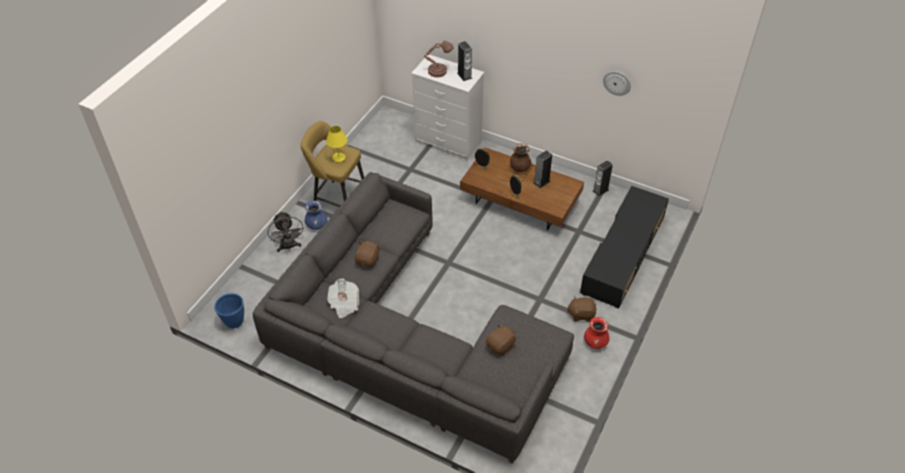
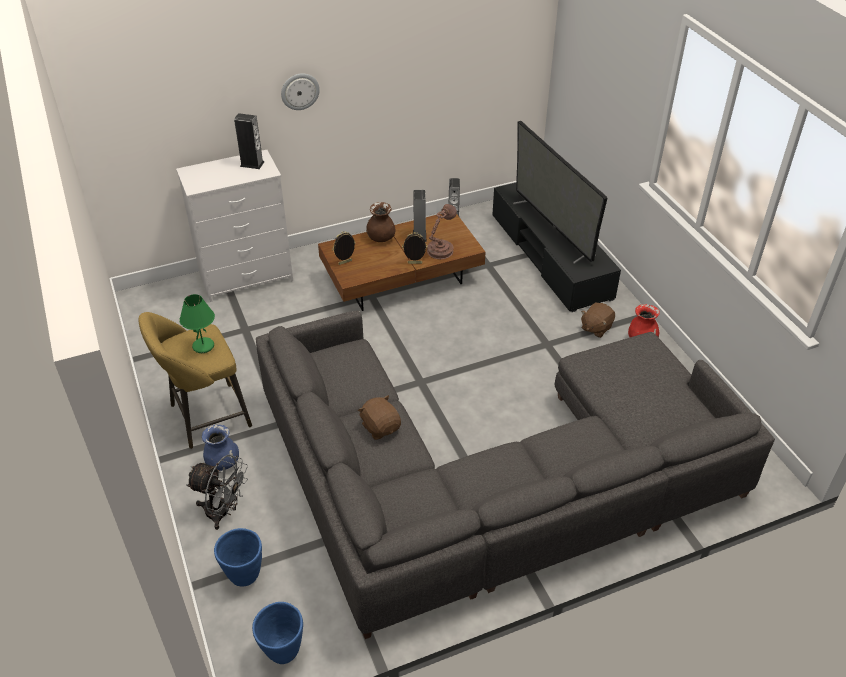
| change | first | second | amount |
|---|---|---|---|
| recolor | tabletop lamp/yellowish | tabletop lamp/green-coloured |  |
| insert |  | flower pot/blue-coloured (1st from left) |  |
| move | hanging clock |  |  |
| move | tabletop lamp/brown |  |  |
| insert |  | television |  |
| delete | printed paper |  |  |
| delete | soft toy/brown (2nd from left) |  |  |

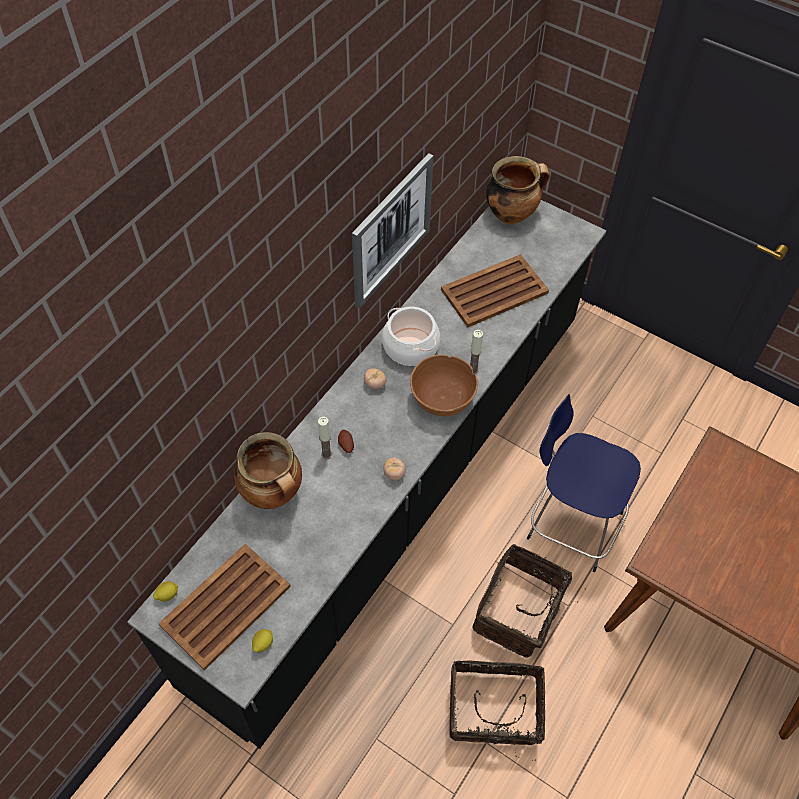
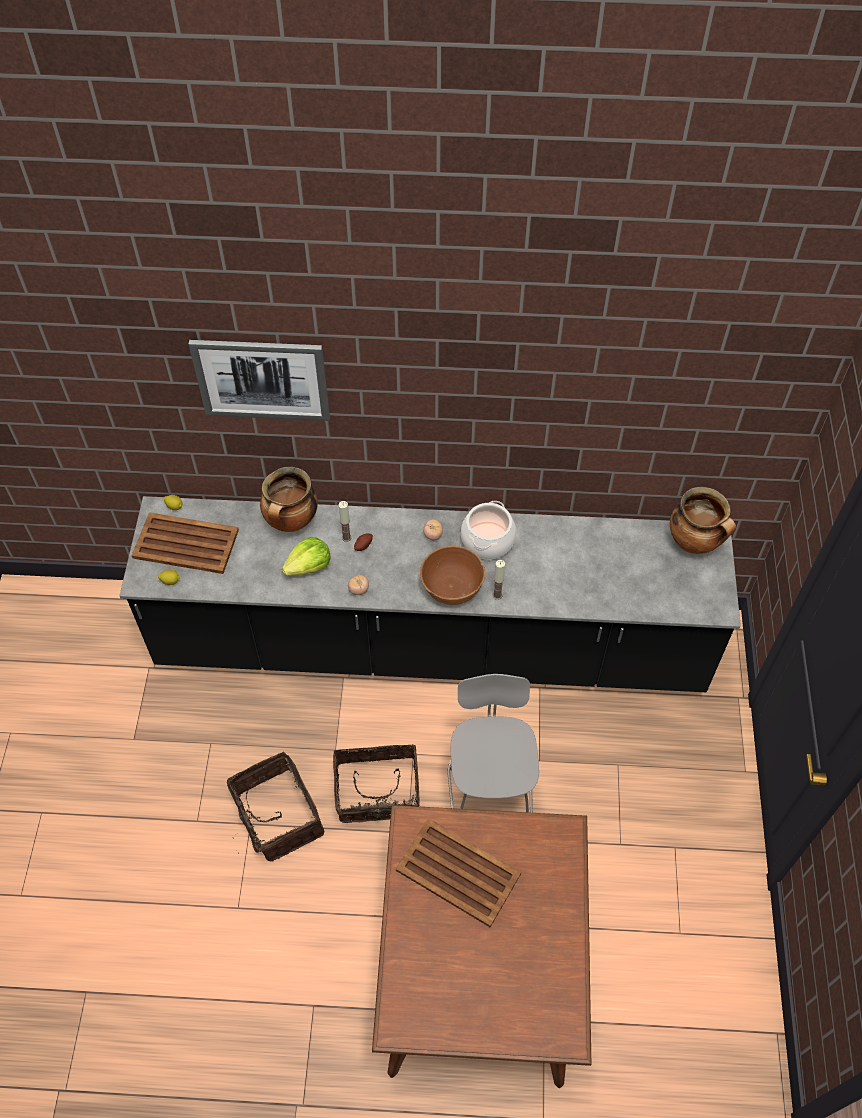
| change | first | second | amount |
|---|---|---|---|
| move | wall picture |  |  |
| insert |  | lettuce head |  |
| move | serving tray/brown (2nd from left) |  |  |
| recolor | stool/blue-coloured | stool/grey |  |

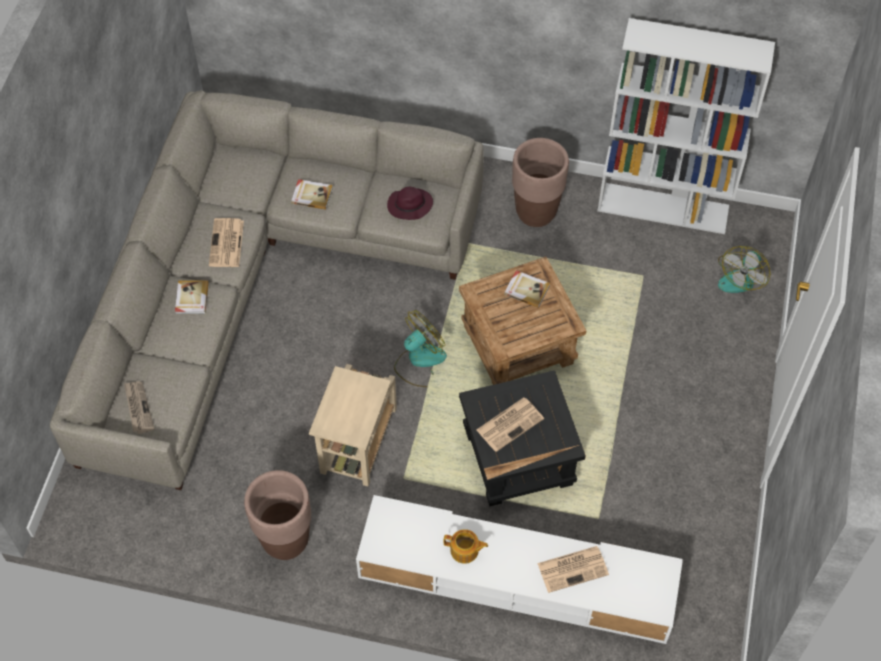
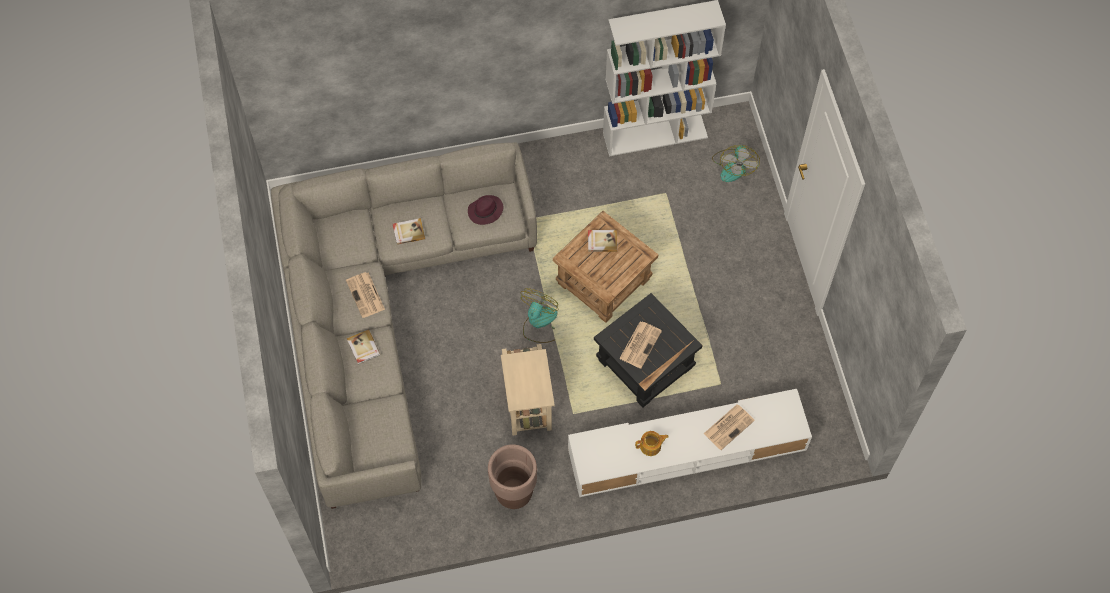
| change | first | second | amount |
|---|---|---|---|
| delete | printed paper (1st from left) |  |  |
| delete | flower pot/brown (2nd from left) |  |  |

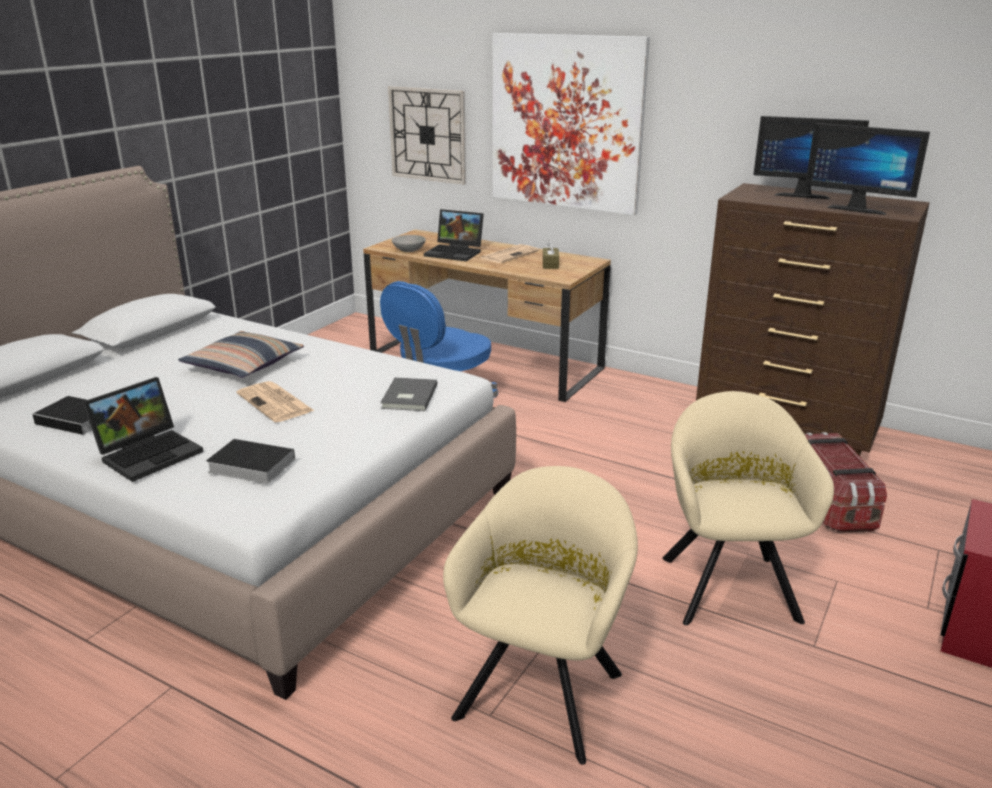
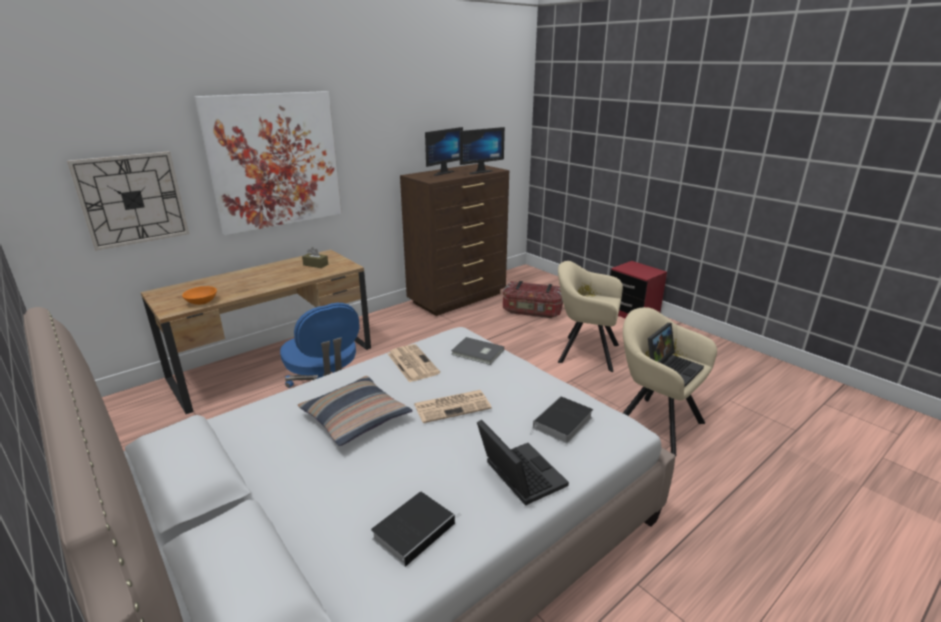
| change | first | second | amount |
|---|---|---|---|
| recolor | bowl/grey | bowl/orange-coloured |  |
| move | printed paper (2nd from left in the first image) | printed paper (1st from left) |  |
| move | laptop (2nd from left) |  |  |

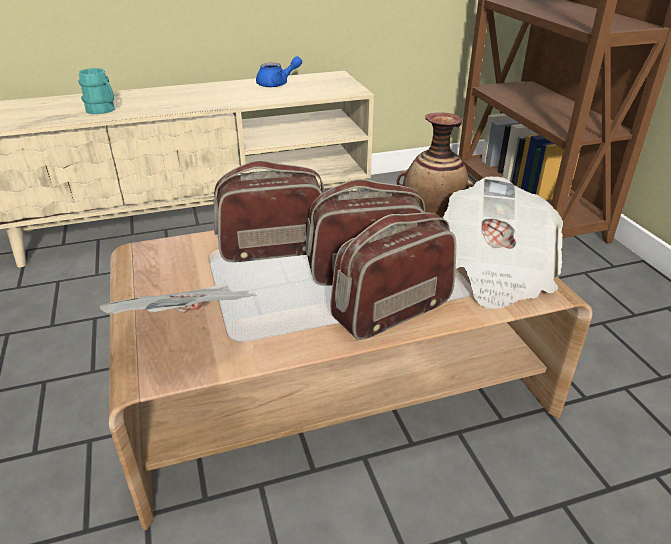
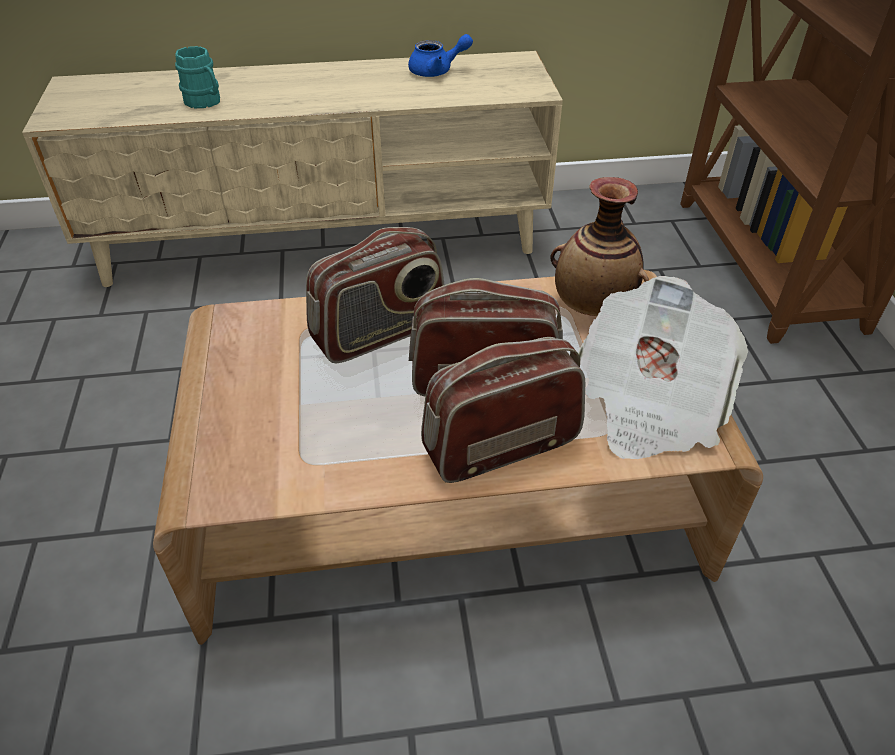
| change | first | second | amount |
|---|---|---|---|
| rotate | radio set (1st from left) |  | 150 degrees clockwise |
| delete | printed paper (1st from left) |  |  |

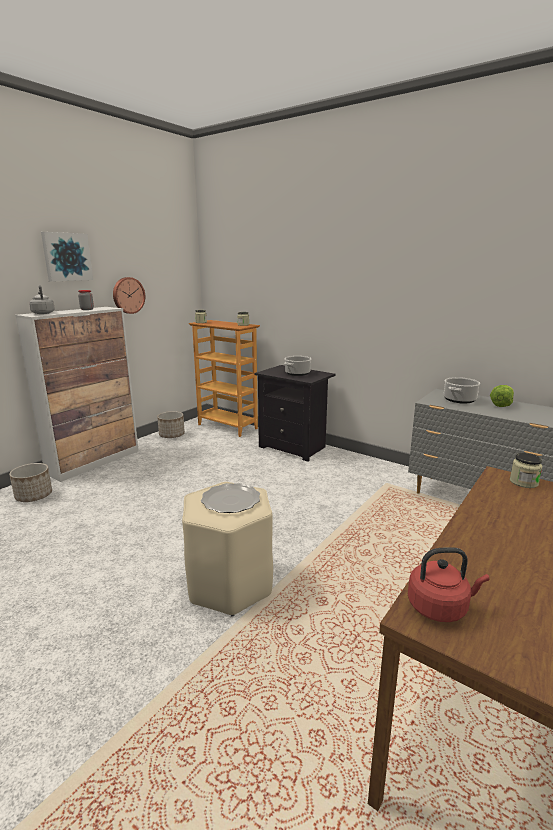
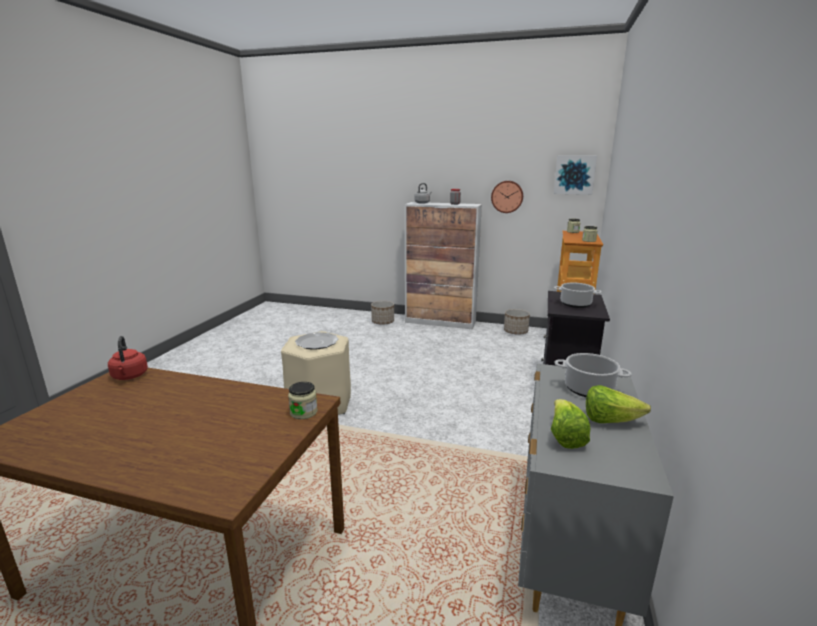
| change | first | second | amount |
|---|---|---|---|
| insert |  | lettuce head (1st from left) |  |
| move | wall picture |  |  |

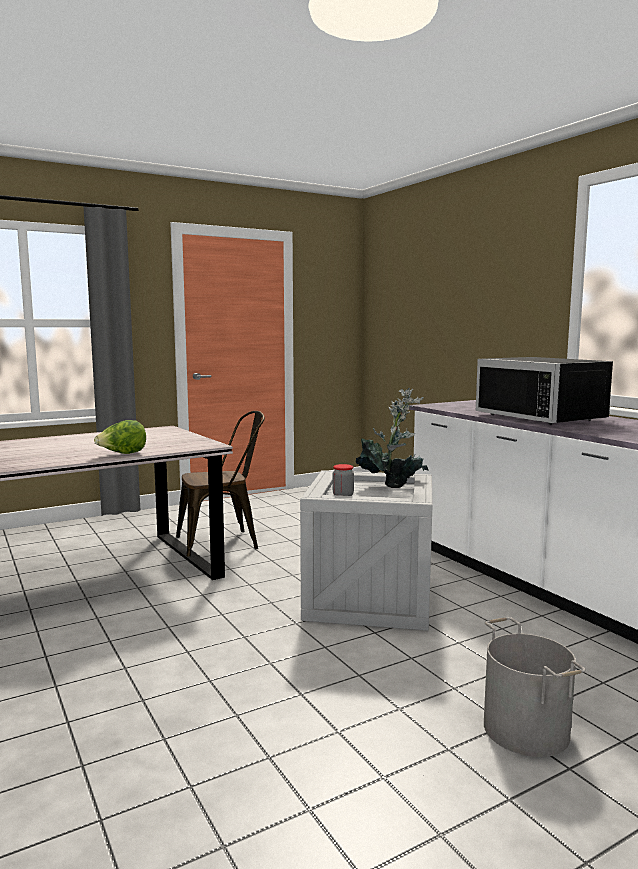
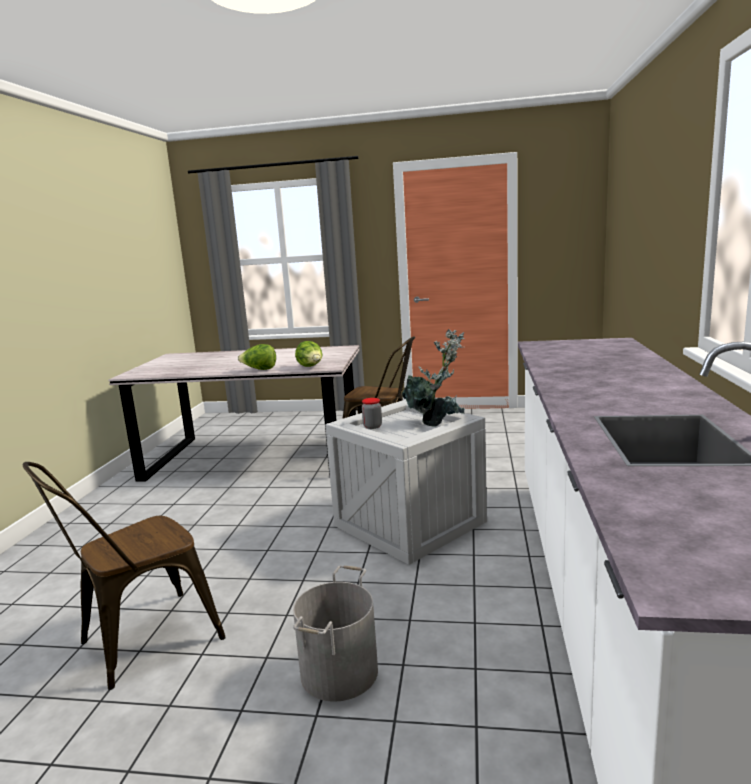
| change | first | second | amount |
|---|---|---|---|
| insert |  | chair/brown (1st from left) |  |
| insert |  | lettuce head (2nd from left) |  |
| delete | kitchen microwave/black-coloured |  |  |

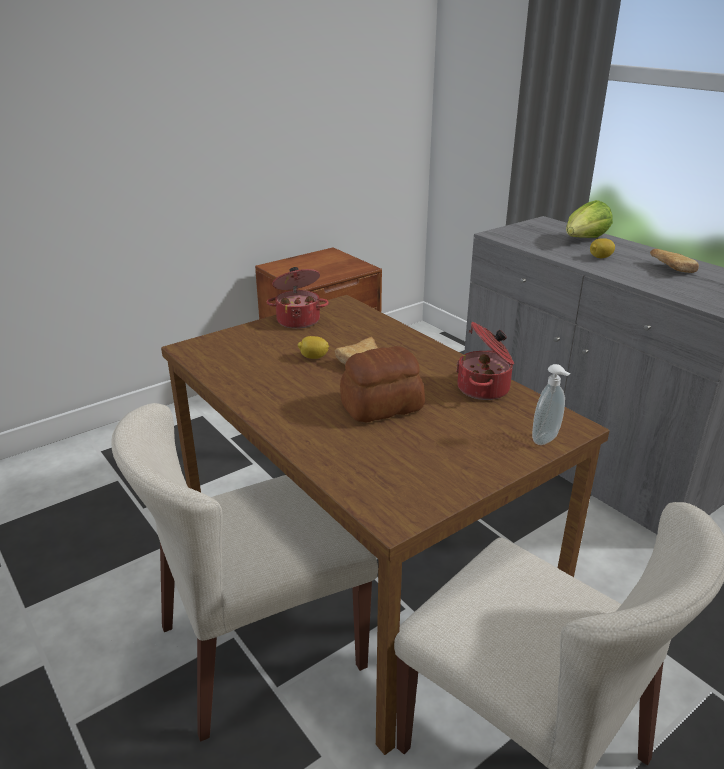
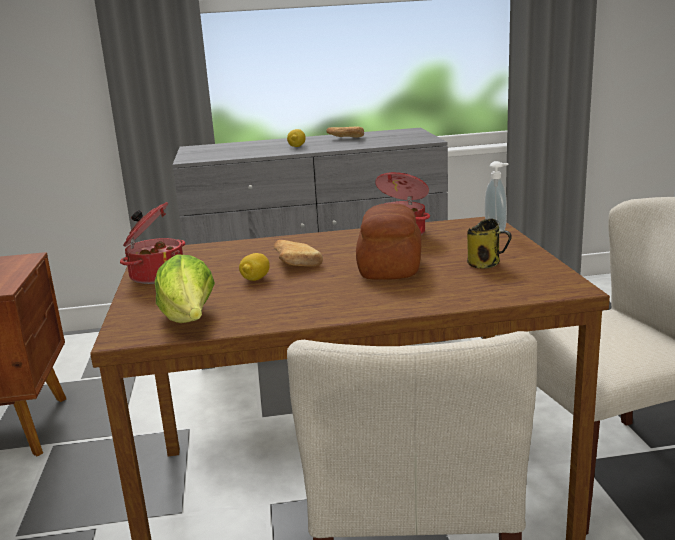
| change | first | second | amount |
|---|---|---|---|
| move | lettuce head |  |  |
| insert |  | mug |  |

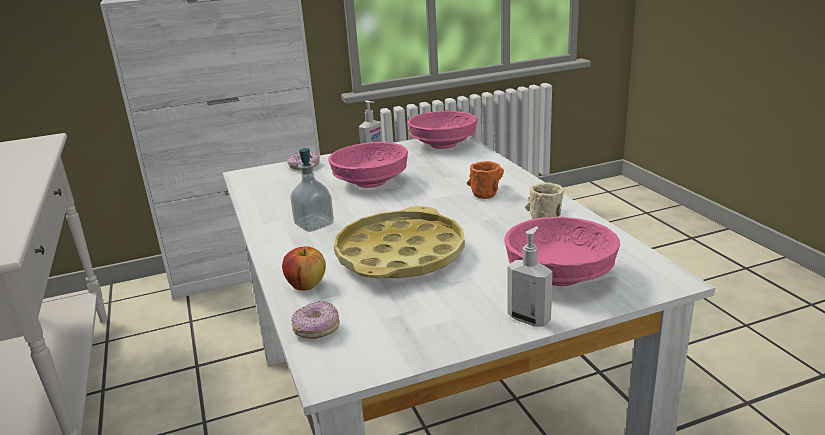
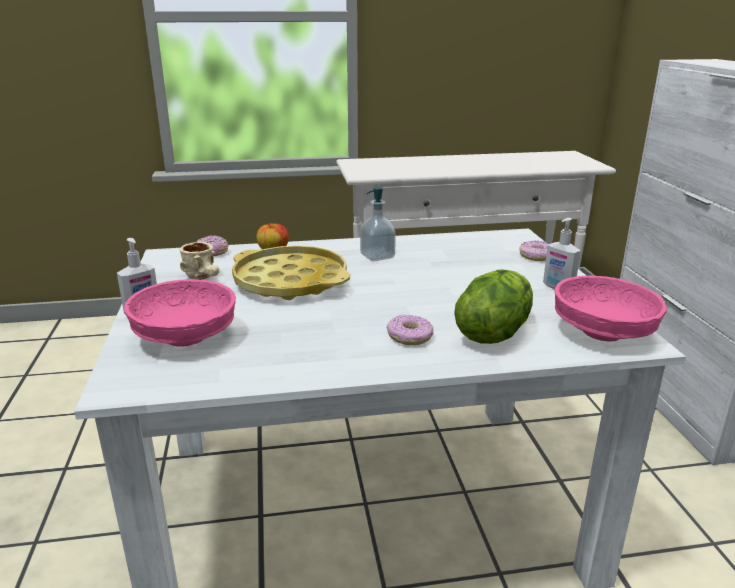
| change | first | second | amount |
|---|---|---|---|
| move | mug/beige |  |  |
| replace | mug/orange-coloured | doughnut (2nd from left) |  |
| insert |  | lettuce head |  |
| delete | bowl/pinkish (1st from left) |  |  |

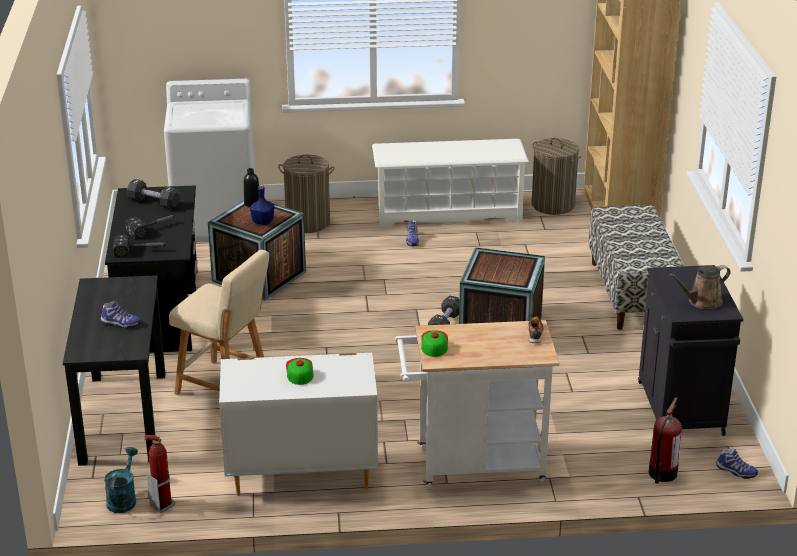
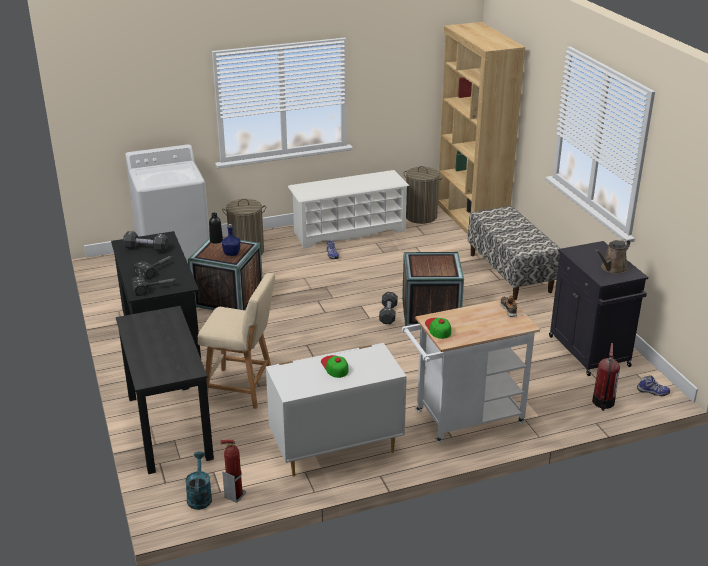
| change | first | second | amount |
|---|---|---|---|
| delete | low shoe (1st from left) |  |  |

